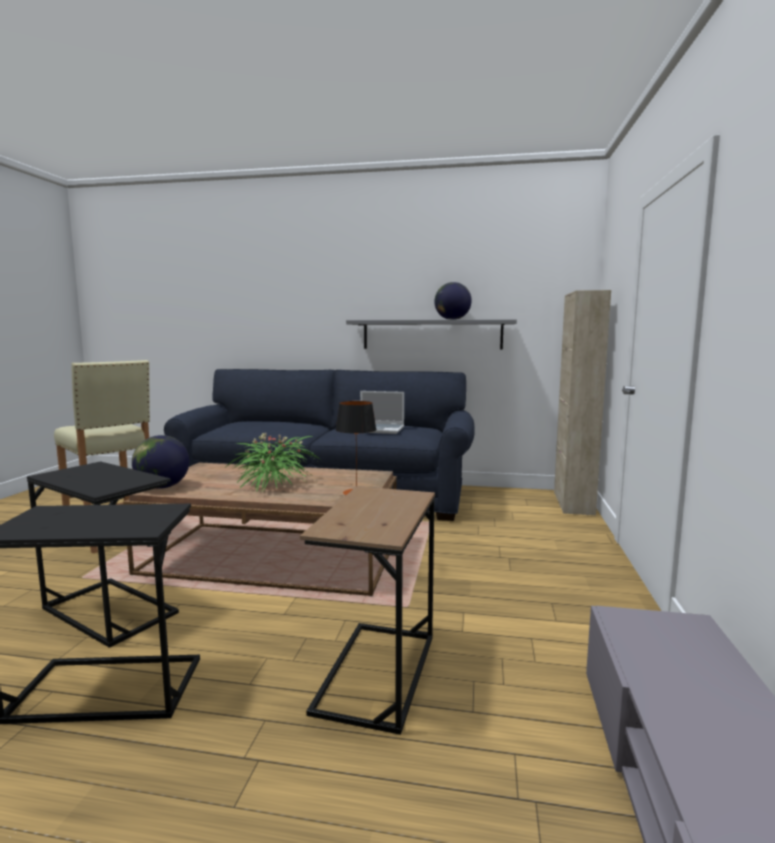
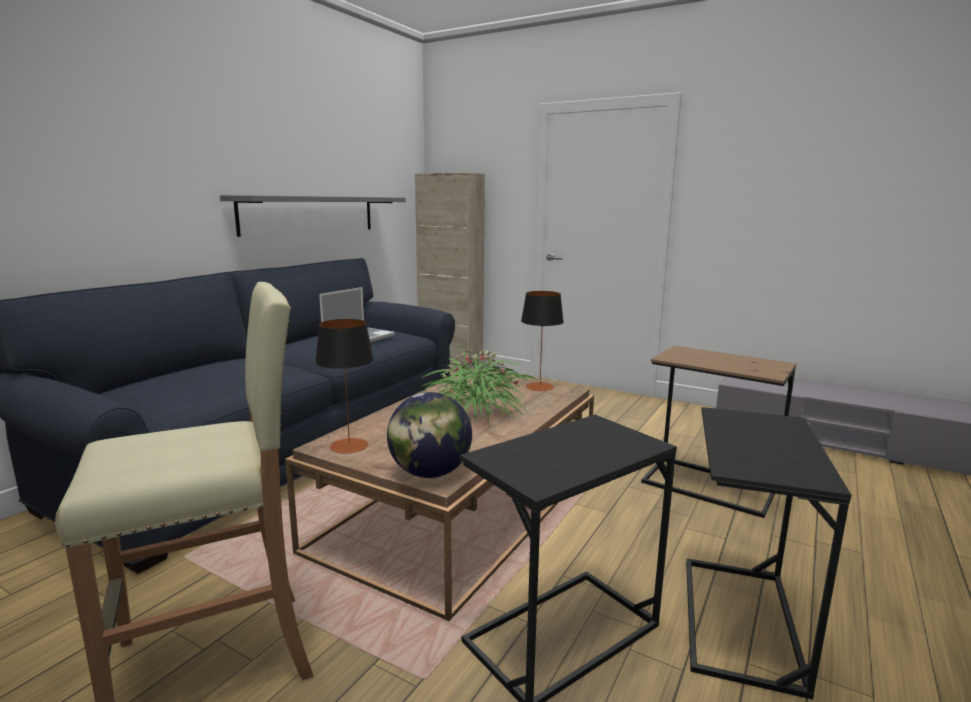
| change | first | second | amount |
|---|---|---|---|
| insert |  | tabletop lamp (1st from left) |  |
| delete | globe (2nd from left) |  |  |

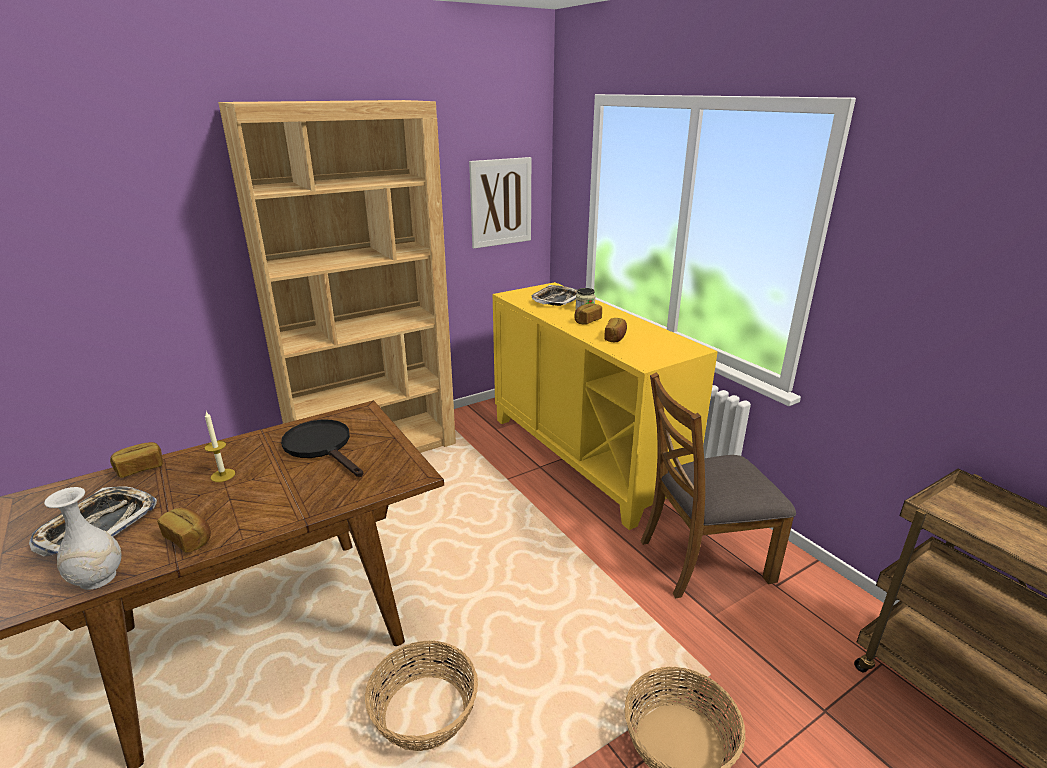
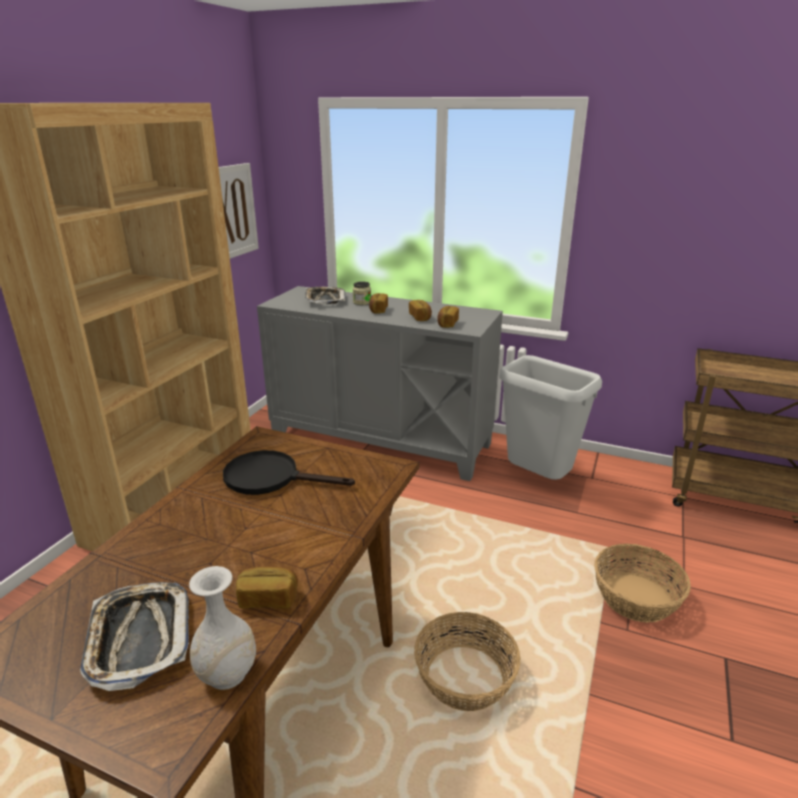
| change | first | second | amount |
|---|---|---|---|
| recolor | cabinet/yellowish | cabinet/grey |  |
| move | bread (1st from left in the first image) | bread (4th from left) |  |
| replace | chair/brown | rubbish bin/grey |  |
| delete | wax candle |  |  |

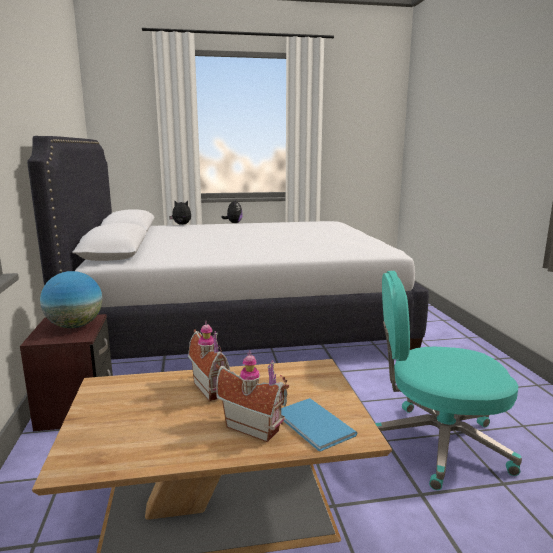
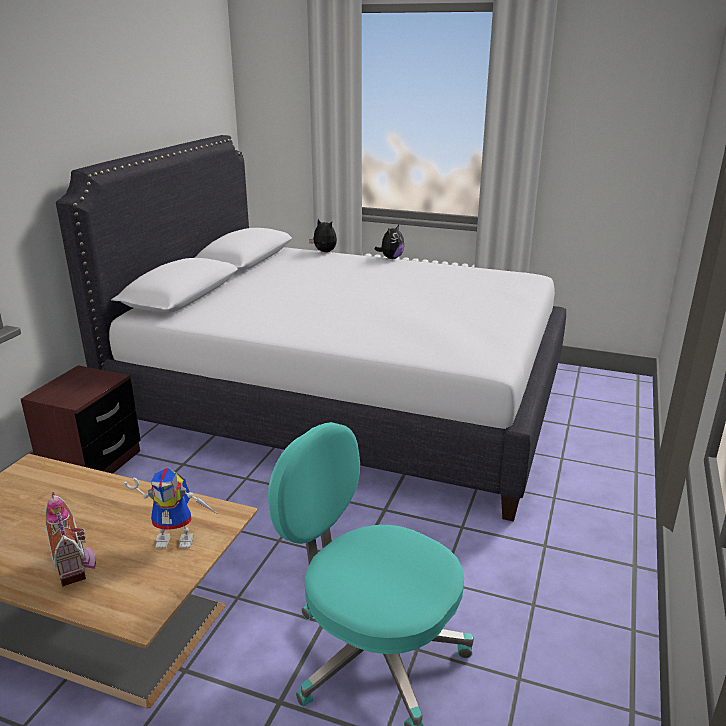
| change | first | second | amount |
|---|---|---|---|
| insert |  | model robot |  |
| delete | globe |  |  |
| delete | miniature house (1st from left) |  |  |
| delete | bound book/blue-coloured |  |  |

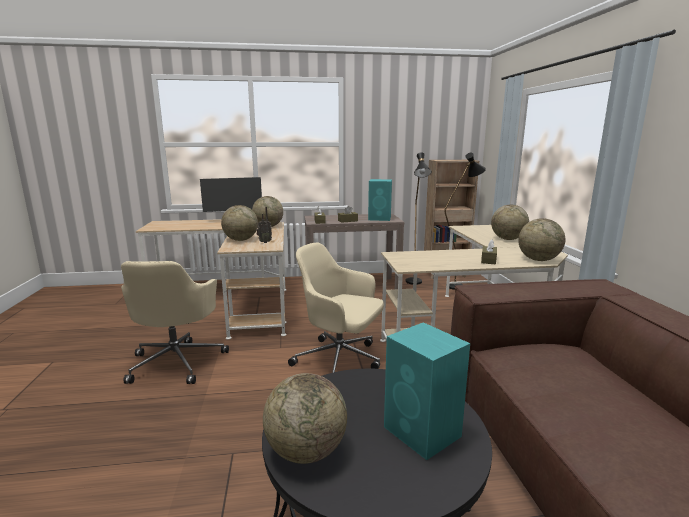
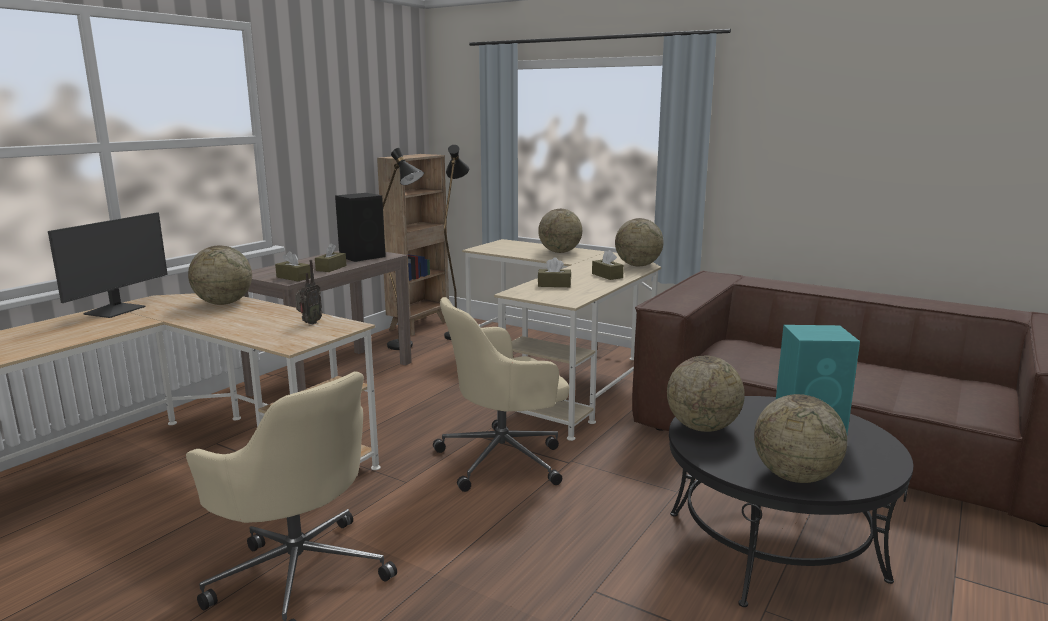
| change | first | second | amount |
|---|---|---|---|
| recolor | audio speaker/turquoise (1st from left) | audio speaker/black-coloured |  |
| insert |  | box of tissues/brown (3rd from left) |  |
| move | globe (1st from left in the first image) | globe (4th from left) |  |

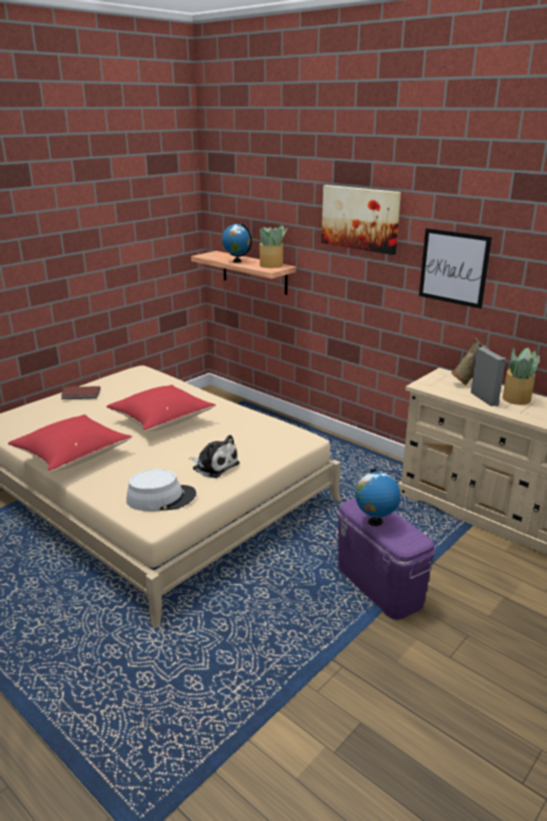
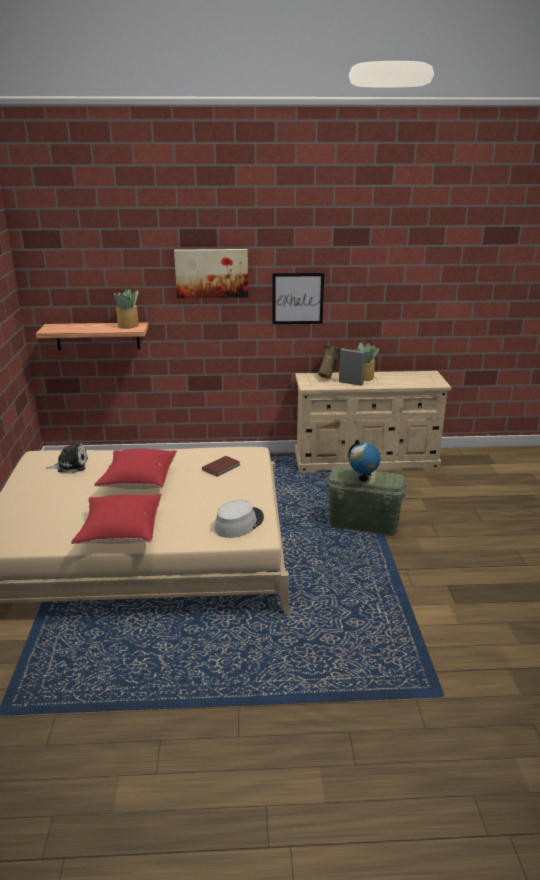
| change | first | second | amount |
|---|---|---|---|
| move | soft toy |  |  |
| move | bound book/brown |  |  |
| recolor | storage bin/purple-coloured | storage bin/green-coloured |  |
| delete | globe (1st from left) |  |  |

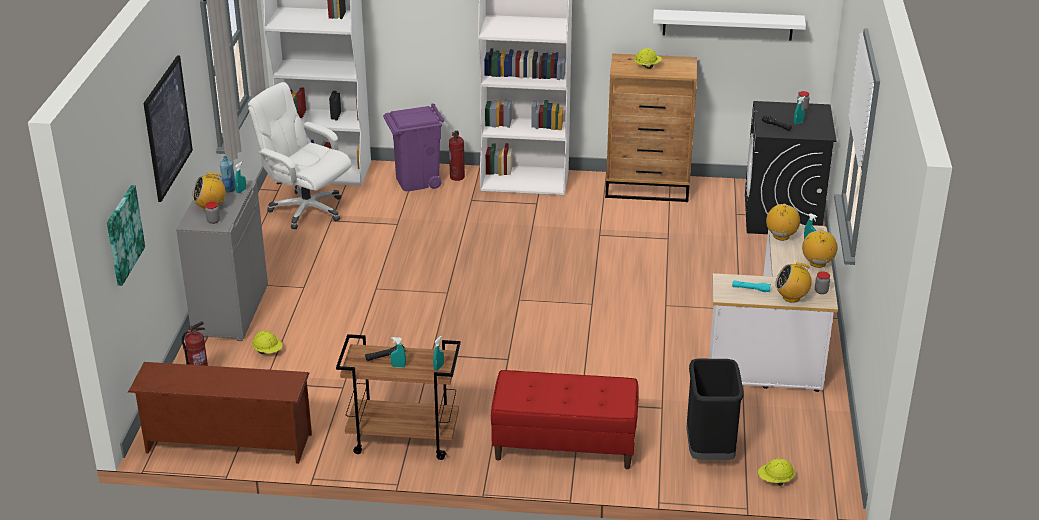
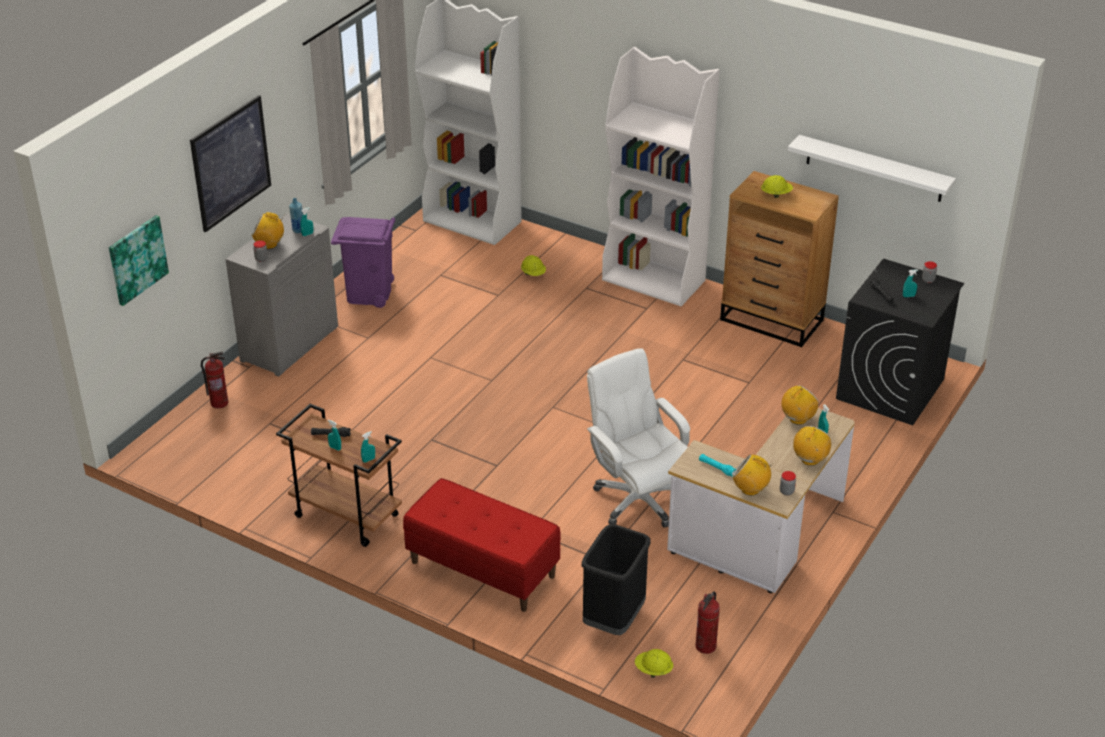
| change | first | second | amount |
|---|---|---|---|
| move | rubbish bin/purple-coloured |  |  |
| move | work helmet/yellowish (1st from left) |  |  |
| move | computer chair/whitish |  |  |
| move | fire-fighting cylinder (2nd from left) |  |  |
| delete | shoe stand/brown |  |  |

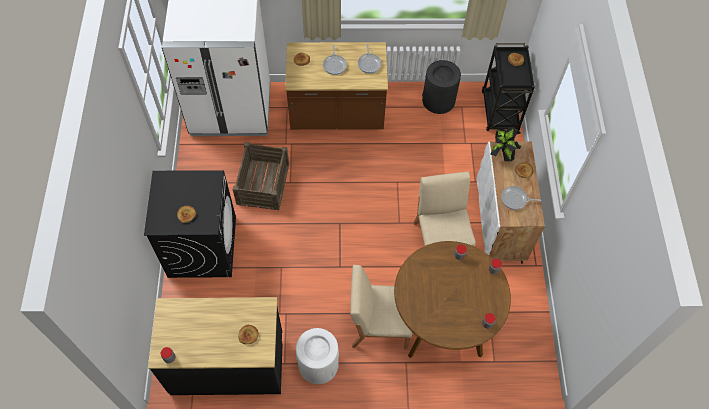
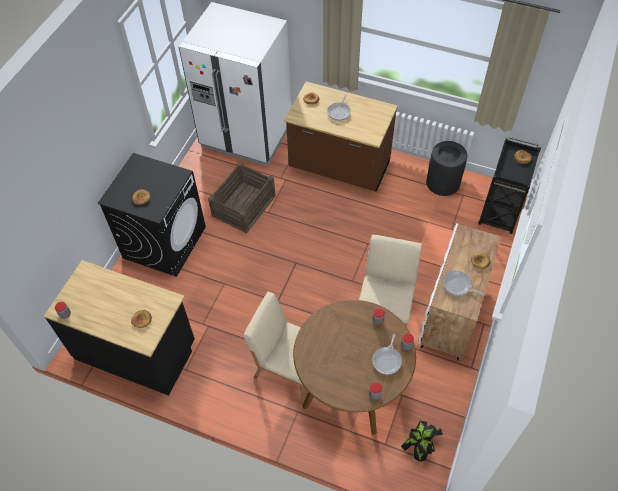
| change | first | second | amount |
|---|---|---|---|
| move | skillet (2nd from left) |  |  |
| move | potted plant |  |  |
| delete | rubbish bin/whitish |  |  |

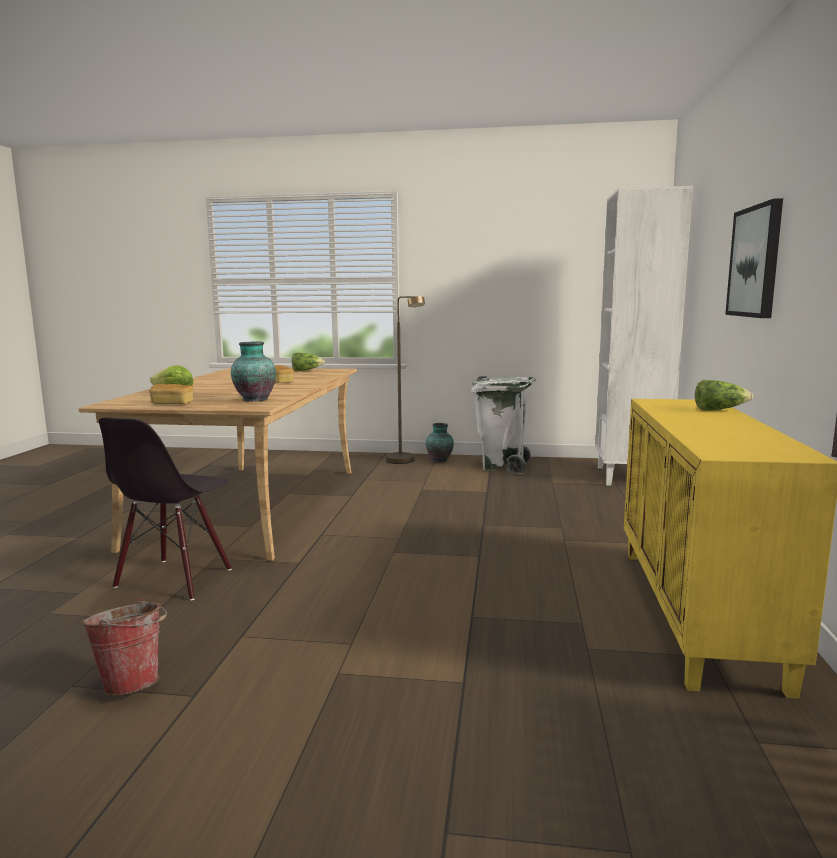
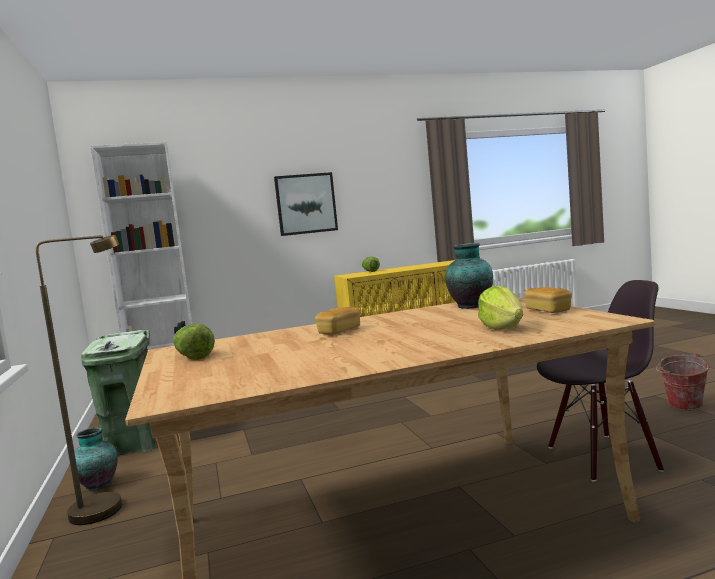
| change | first | second | amount |
|---|---|---|---|
| recolor | rubbish bin/whitish | rubbish bin/green-coloured |  |

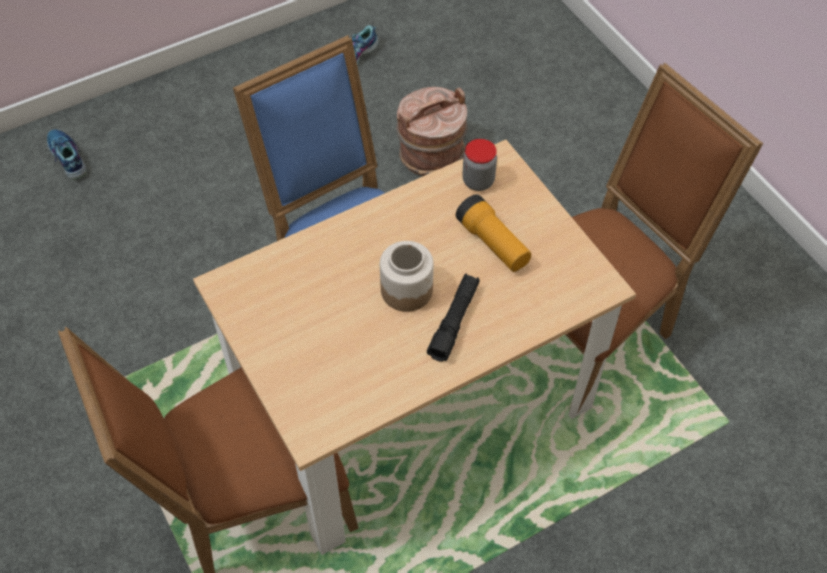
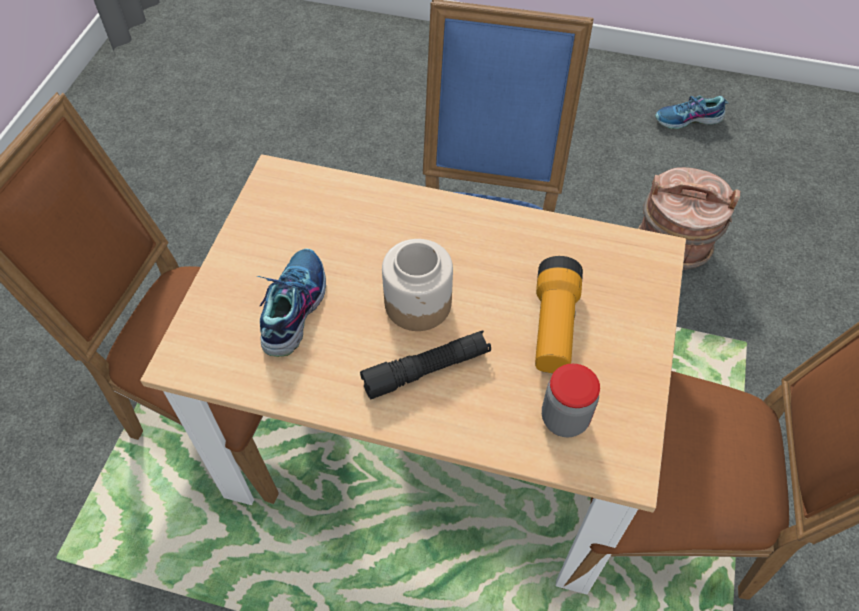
| change | first | second | amount |
|---|---|---|---|
| move | low shoe (1st from left) |  |  |
| move | preserve jar (2nd from left) |  |  |

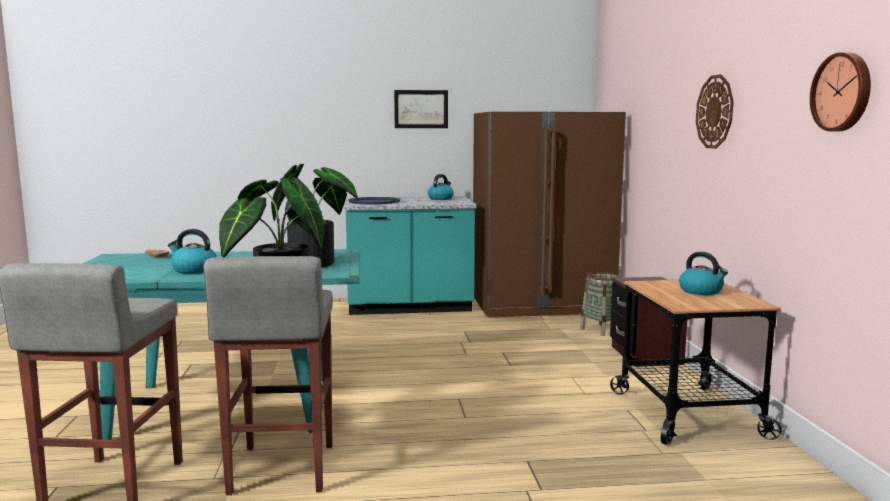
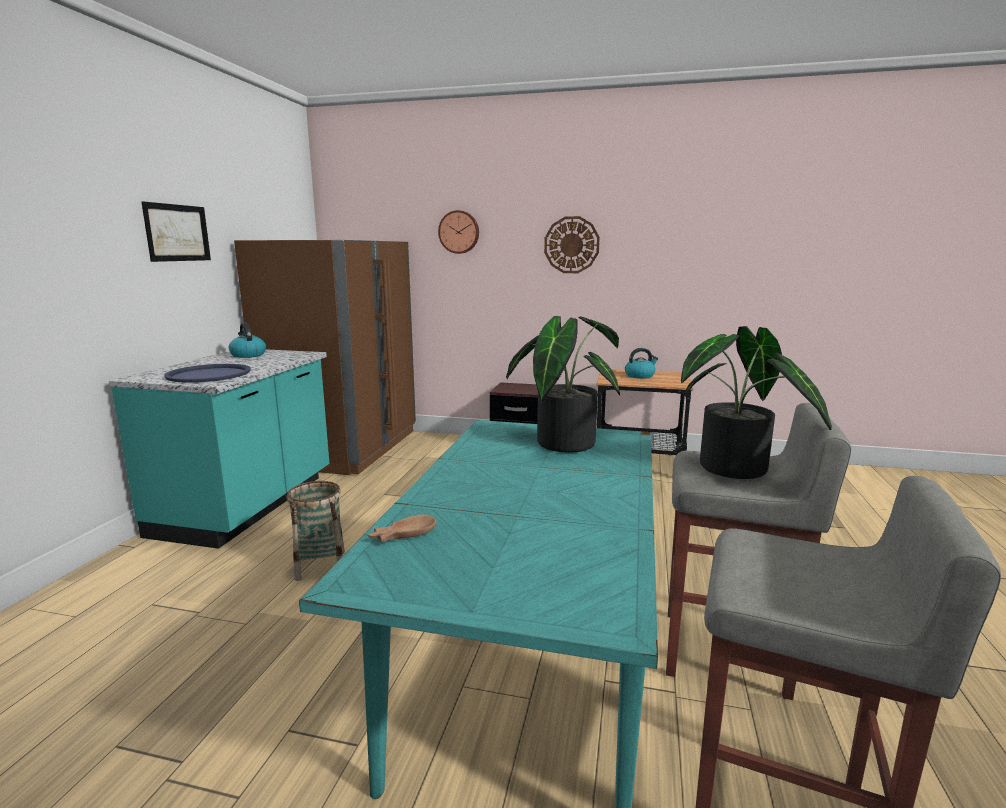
| change | first | second | amount |
|---|---|---|---|
| move | storage basket |  |  |
| move | hanging clock (2nd from left in the first image) | hanging clock (1st from left) |  |
| delete | kettle (1st from left) |  |  |

